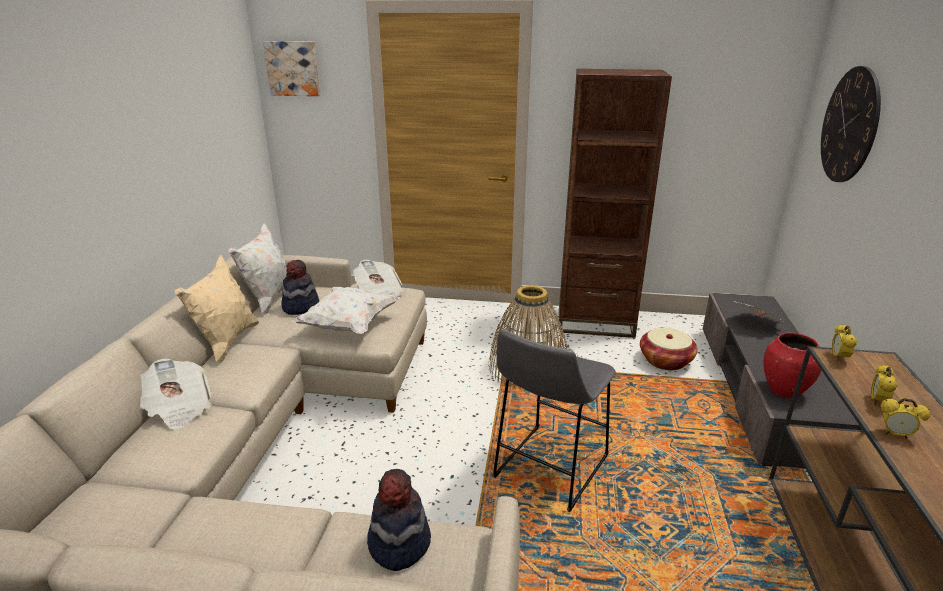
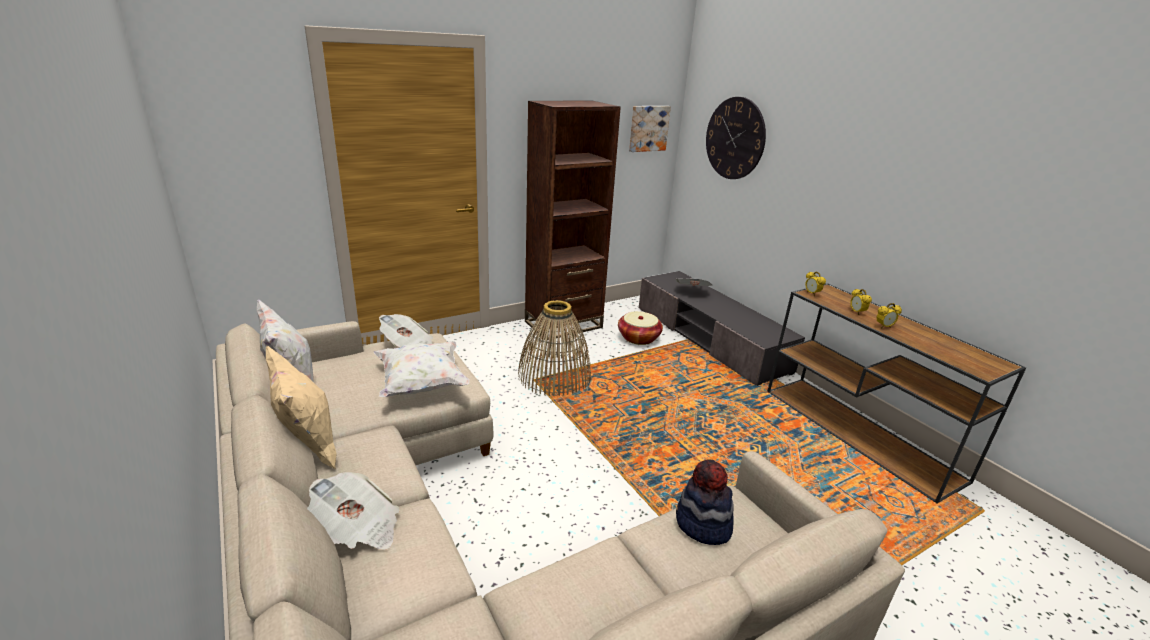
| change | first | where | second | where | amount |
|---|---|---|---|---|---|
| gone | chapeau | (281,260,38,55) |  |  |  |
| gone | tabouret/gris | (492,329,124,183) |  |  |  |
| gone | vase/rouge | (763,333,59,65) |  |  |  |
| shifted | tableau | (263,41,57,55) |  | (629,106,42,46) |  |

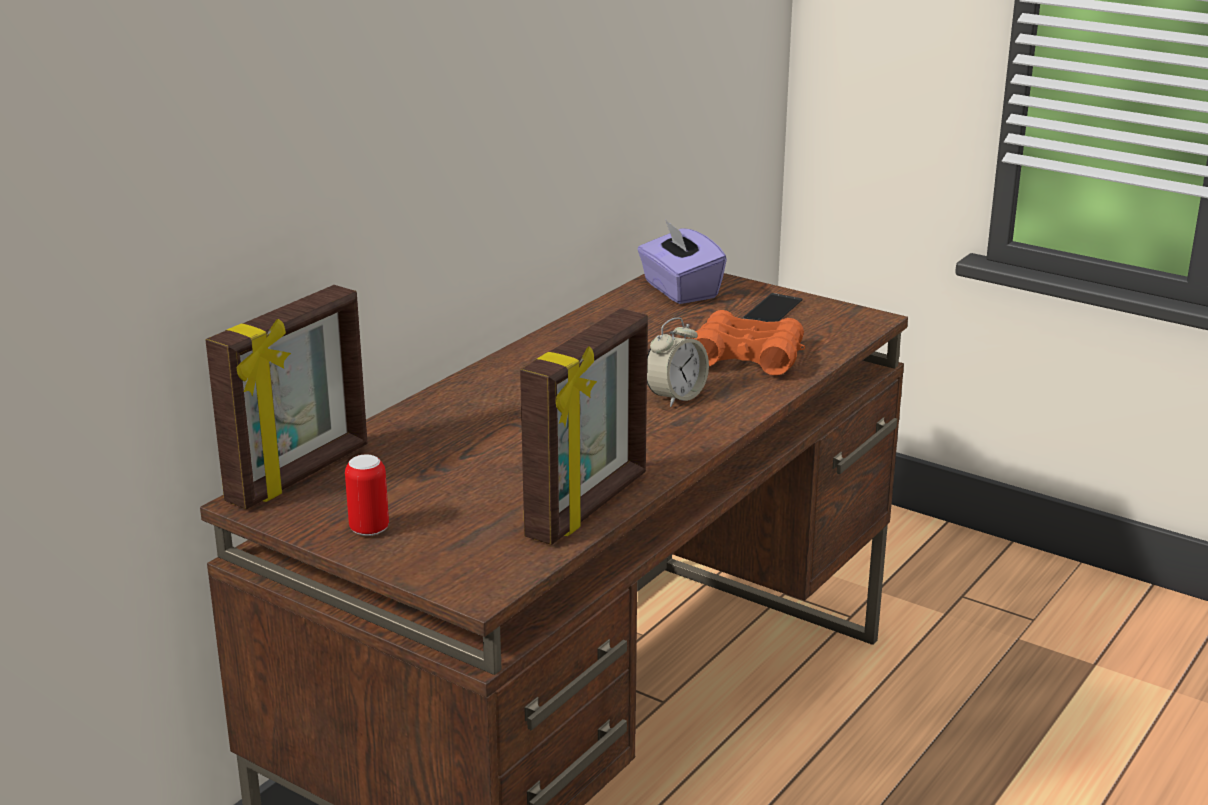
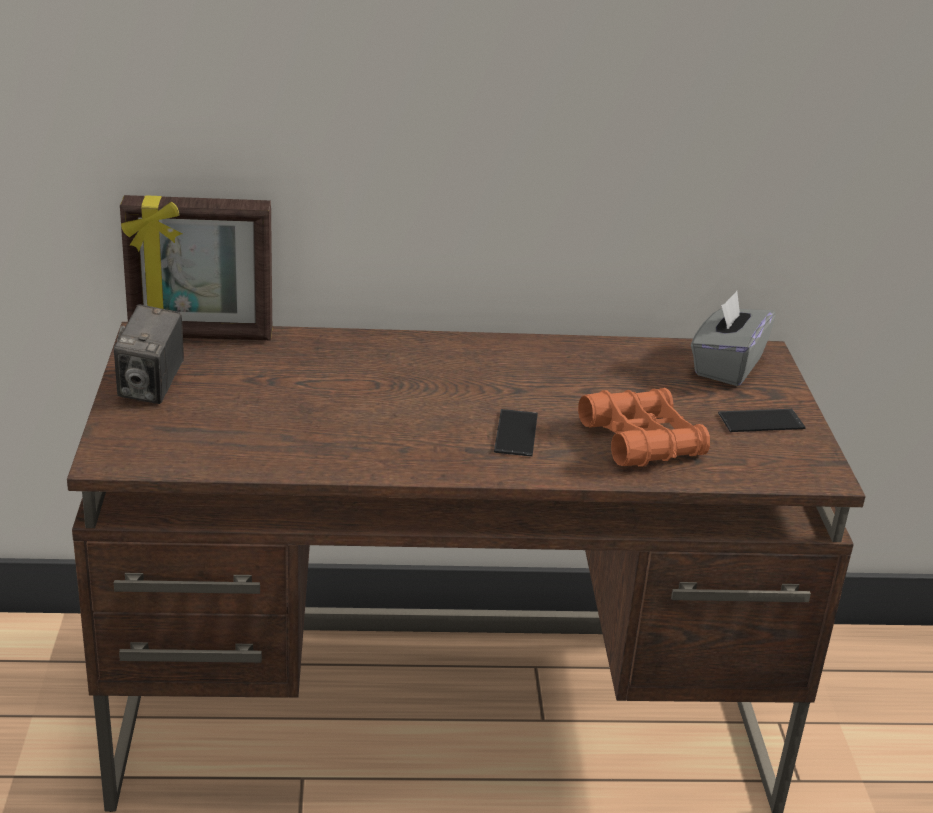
| change | first | where | second | where | amount |
|---|---|---|---|---|---|
| gone | cadre photo | (520,309,128,236) |  |  |  |
| swapped | boîte métallique | (345,455,44,81) | appareil photo | (114,304,70,100) |  |
| swapped | réveil | (647,318,62,89) | téléphone | (494,409,44,48) |  |
| repainted | boîte à mouchoirs/violet | (637,219,90,85) | boîte à mouchoirs/gris | (691,291,85,95) |  |

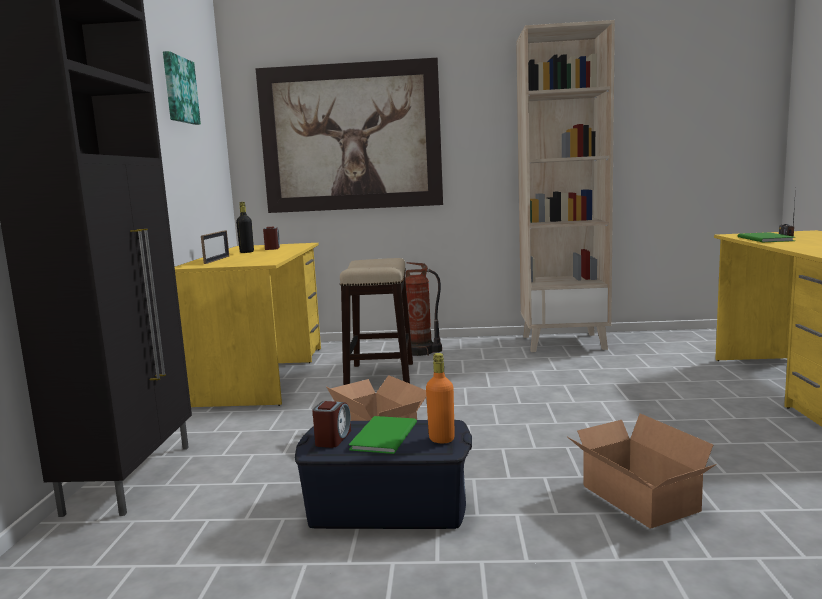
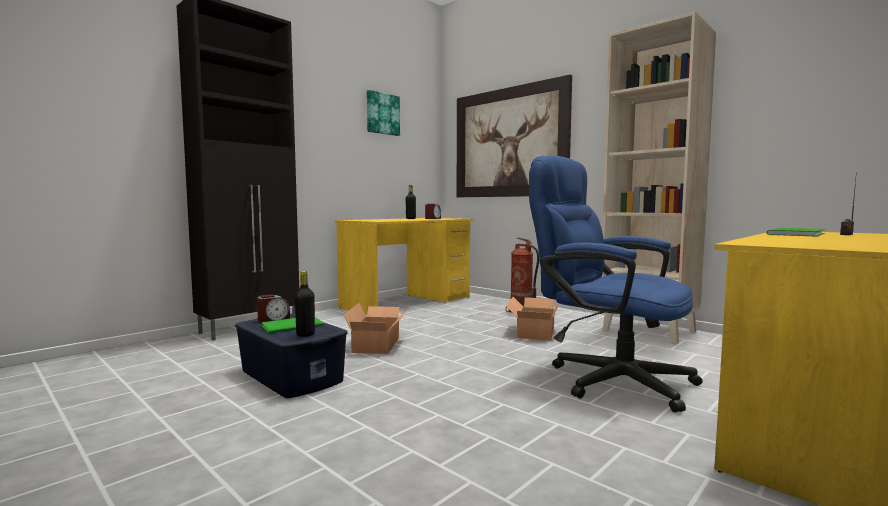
| change | first | where | second | where | amount |
|---|---|---|---|---|---|
| gone | cadre photo | (201,230,28,34) |  |  |  |
| gone | tabouret | (340,258,73,127) |  |  |  |
| new |  |  | chaise de bureau/bleu | (529,155,174,257) |  |
| shifted | carton | (568,413,149,116) |  | (506,297,54,44) |  |
| repainted | bouteille/orange | (426,353,29,90) | bouteille/noir | (295,271,20,66) |  |

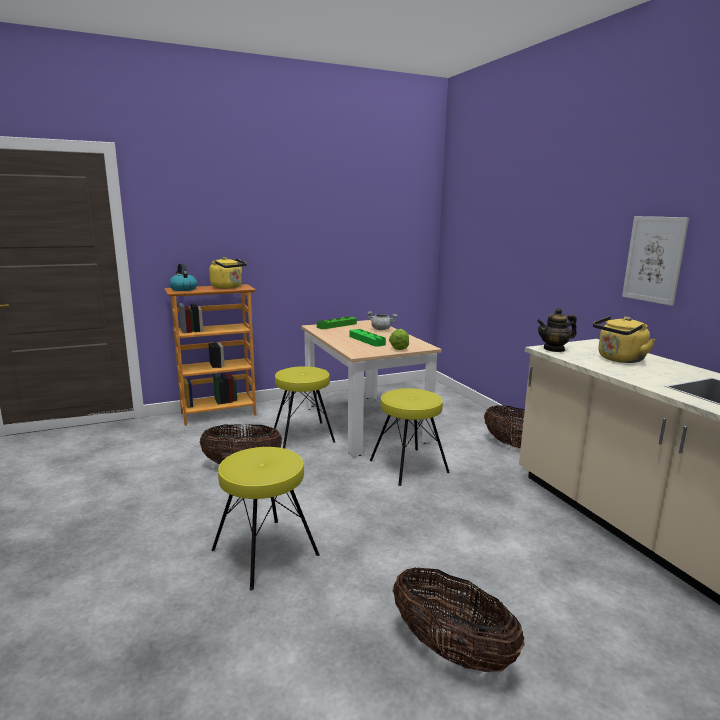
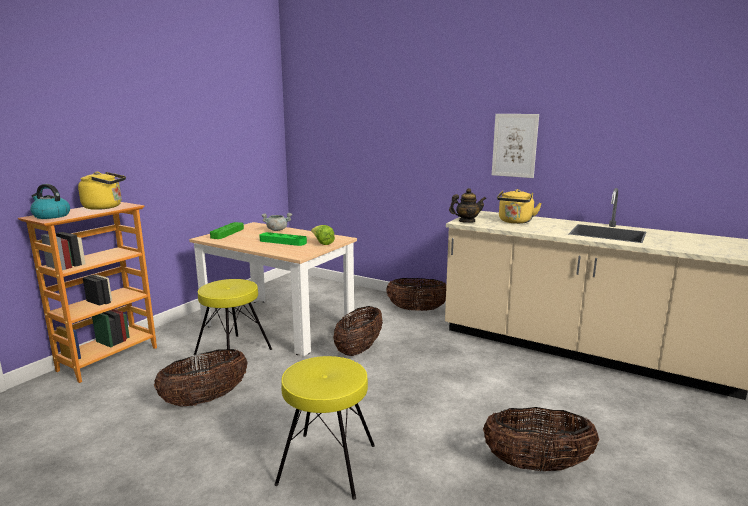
| change | first | where | second | where | amount |
|---|---|---|---|---|---|
| swapped | tabouret/jaune | (370,388,80,98) | panier | (333,306,50,50) |  |
| rotated | théière | (537,308,40,44) |  | (449,188,37,35) | 135 degrees counterclockwise |

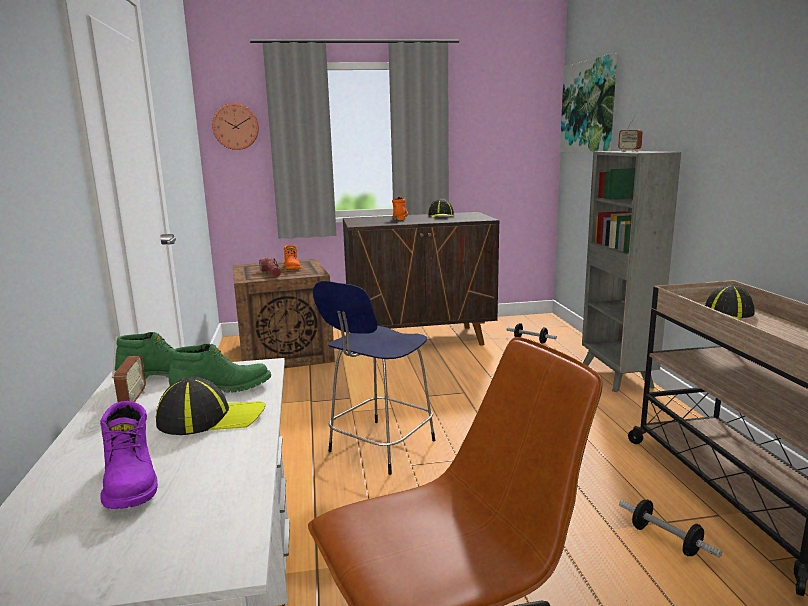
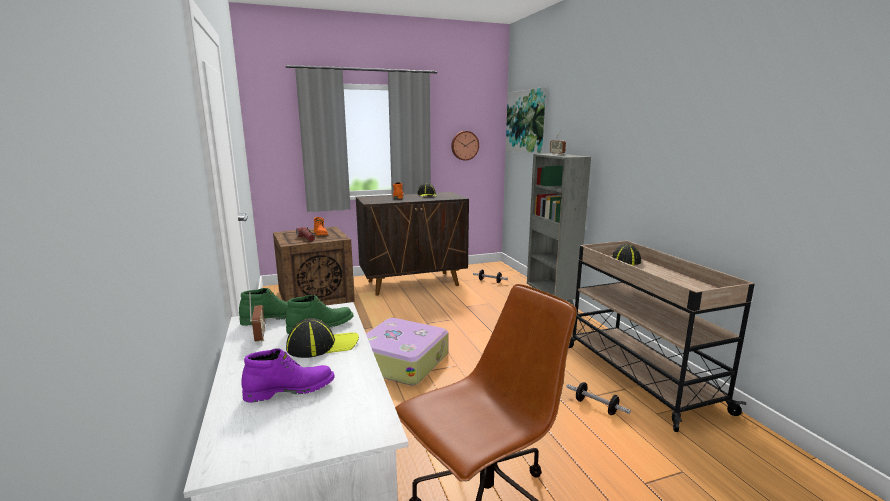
| change | first | where | second | where | amount |
|---|---|---|---|---|---|
| shifted | horloge murale | (212,103,47,47) |  | (451,131,28,30) |  |
| swapped | tabouret/bleu | (313,281,122,194) | valise | (366,318,82,67) |  |
| rotated | botte/violet | (100,401,58,108) |  | (241,348,94,55) | 75 degrees counterclockwise |

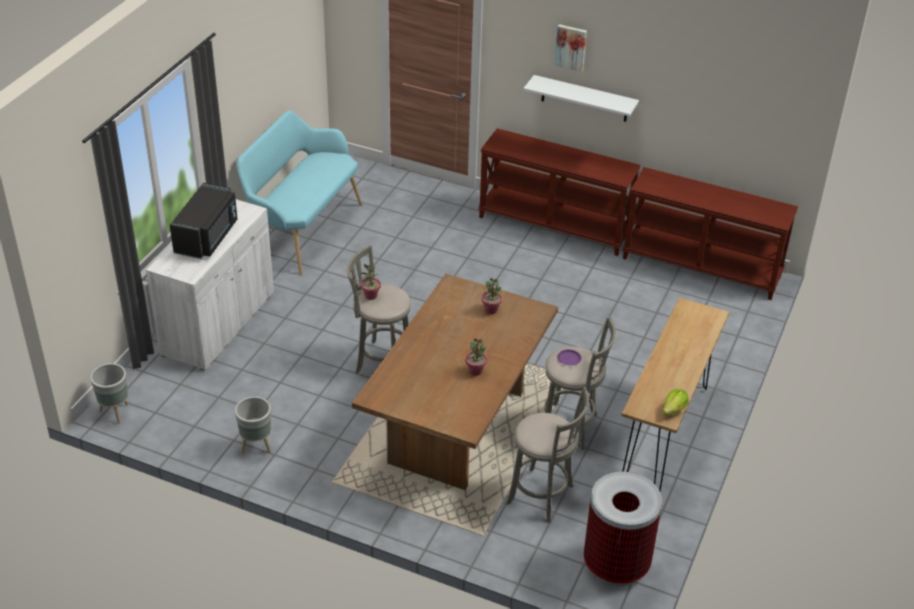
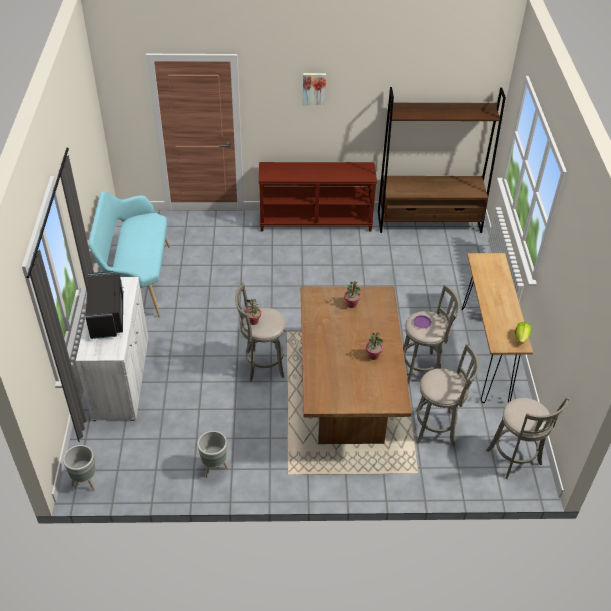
| change | first | where | second | where | amount |
|---|---|---|---|---|---|
| gone | étagère/blanc | (523,75,116,47) |  |  |  |
| swapped | poubelle | (584,472,78,115) | tabouret/gris | (486,397,83,82) |  |
| swapped | table console/marron | (623,167,175,133) | bibliothèque/marron | (378,87,128,146) |  |

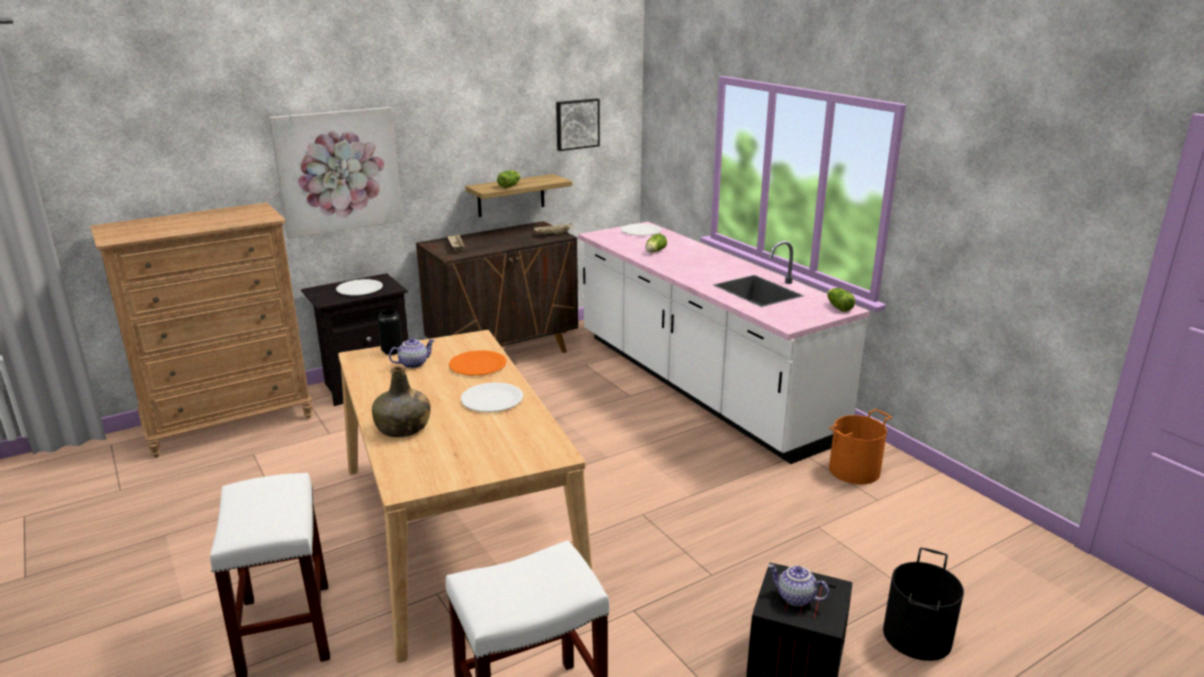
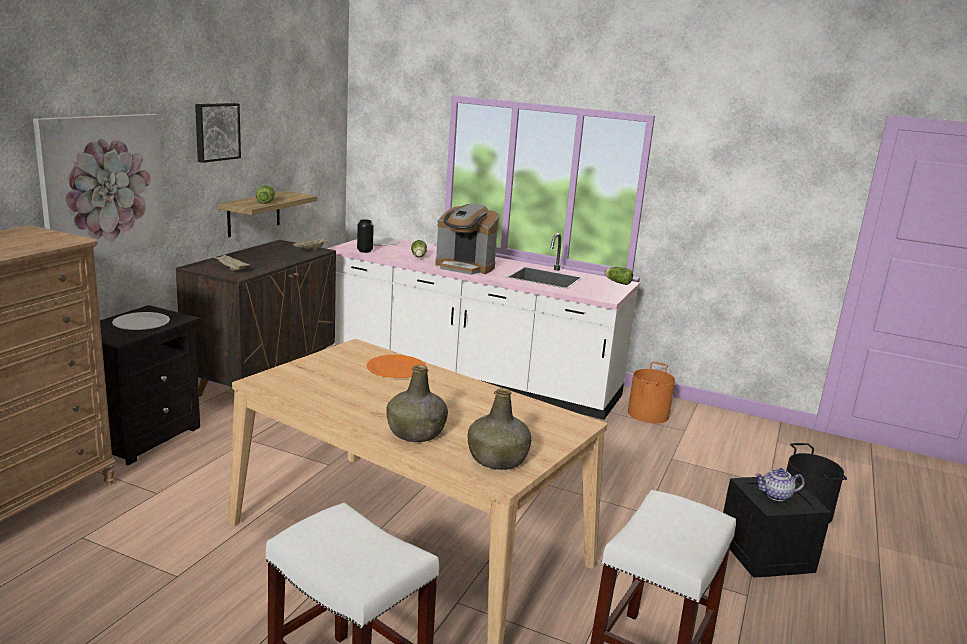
| change | first | where | second | where | amount |
|---|---|---|---|---|---|
| gone | théière | (389,338,46,30) |  |  |  |
| gone | assiette/blanc | (461,382,62,30) |  |  |  |
| new |  |  | machine à café | (435,204,64,71) |  |
| new |  |  | bouteille/vert | (468,388,63,82) |  |
| shifted | vase/noir | (378,309,25,46) |  | (357,219,17,34) |  |
| shifted | tableau | (556,98,44,53) |  | (195,103,46,60) |  |

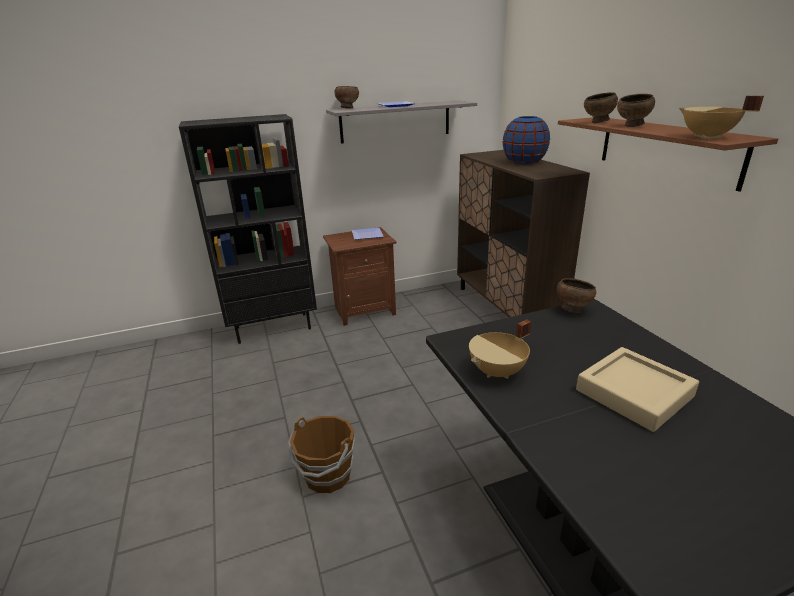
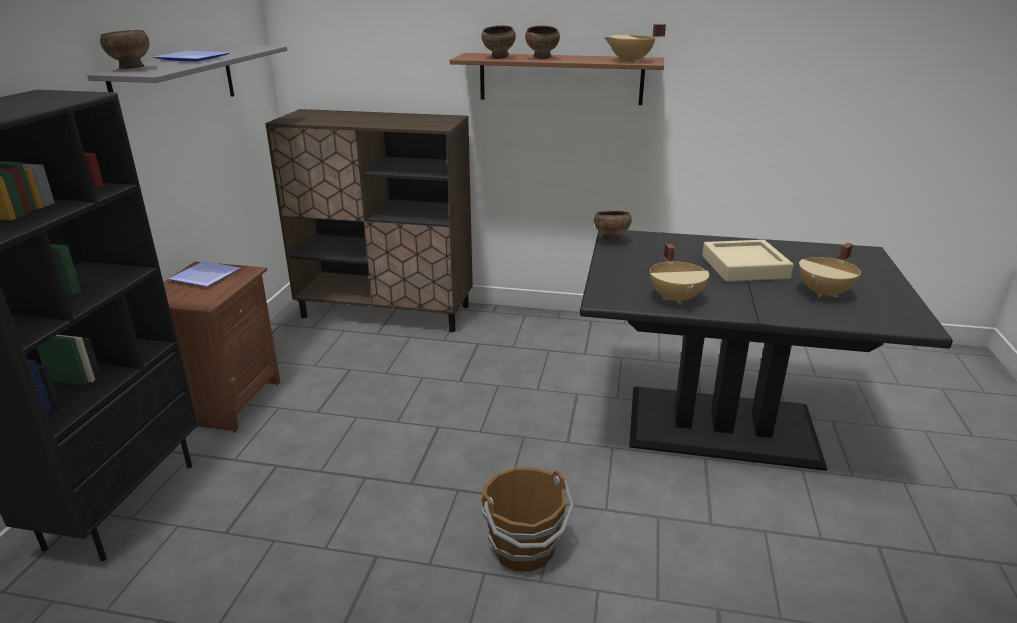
| change | first | where | second | where | amount |
|---|---|---|---|---|---|
| gone | vase/bleu | (503,116,47,48) |  |  |  |
| new |  |  | marmite/beige | (799,243,62,55) |  |

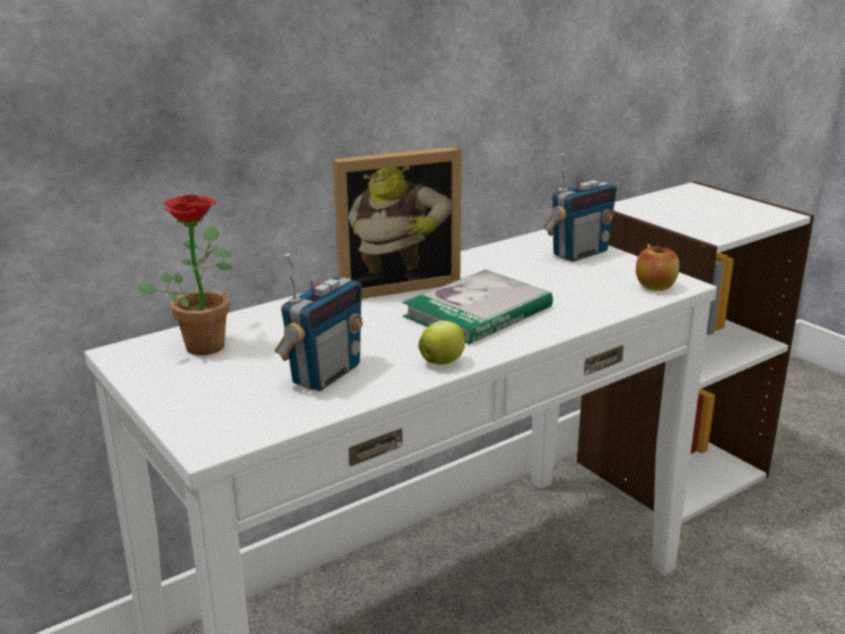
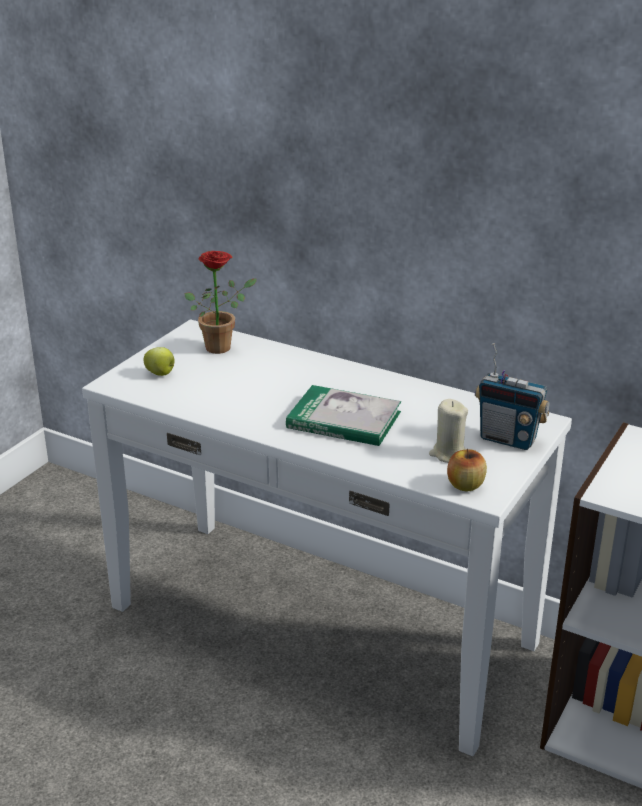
| change | first | where | second | where | amount |
|---|---|---|---|---|---|
| gone | radio | (275,253,87,138) |  |  |  |
| gone | cadre photo | (333,147,129,152) |  |  |  |
| new |  |  | bougie/beige | (429,399,39,64) |  |
| shifted | pomme | (419,321,46,43) |  | (143,347,31,29) |  |

